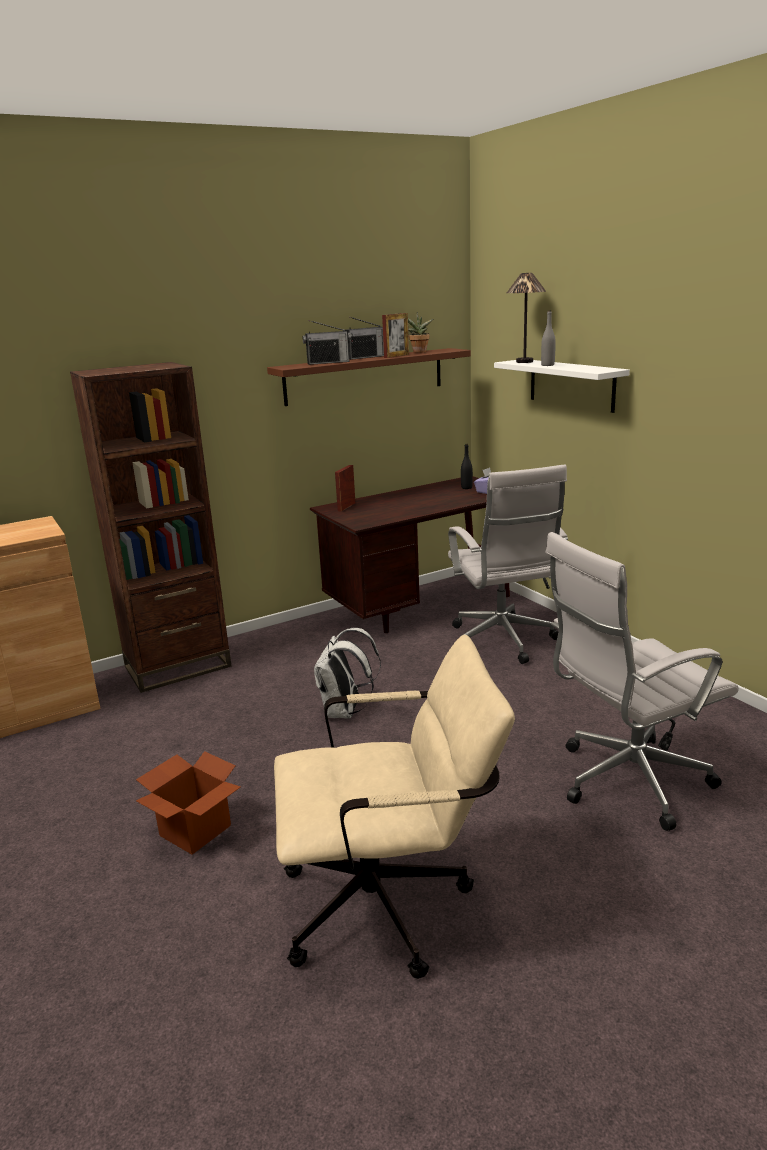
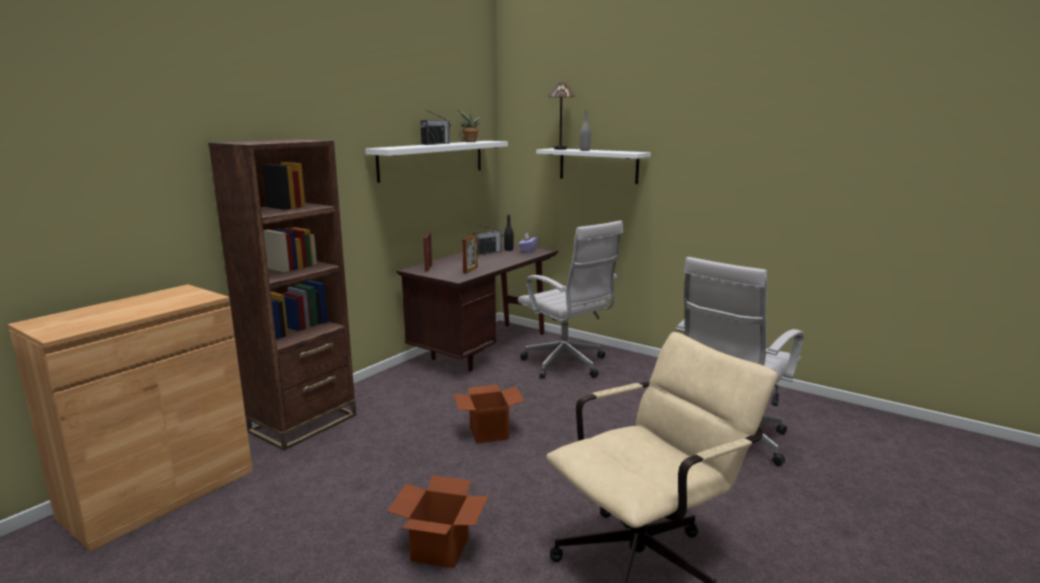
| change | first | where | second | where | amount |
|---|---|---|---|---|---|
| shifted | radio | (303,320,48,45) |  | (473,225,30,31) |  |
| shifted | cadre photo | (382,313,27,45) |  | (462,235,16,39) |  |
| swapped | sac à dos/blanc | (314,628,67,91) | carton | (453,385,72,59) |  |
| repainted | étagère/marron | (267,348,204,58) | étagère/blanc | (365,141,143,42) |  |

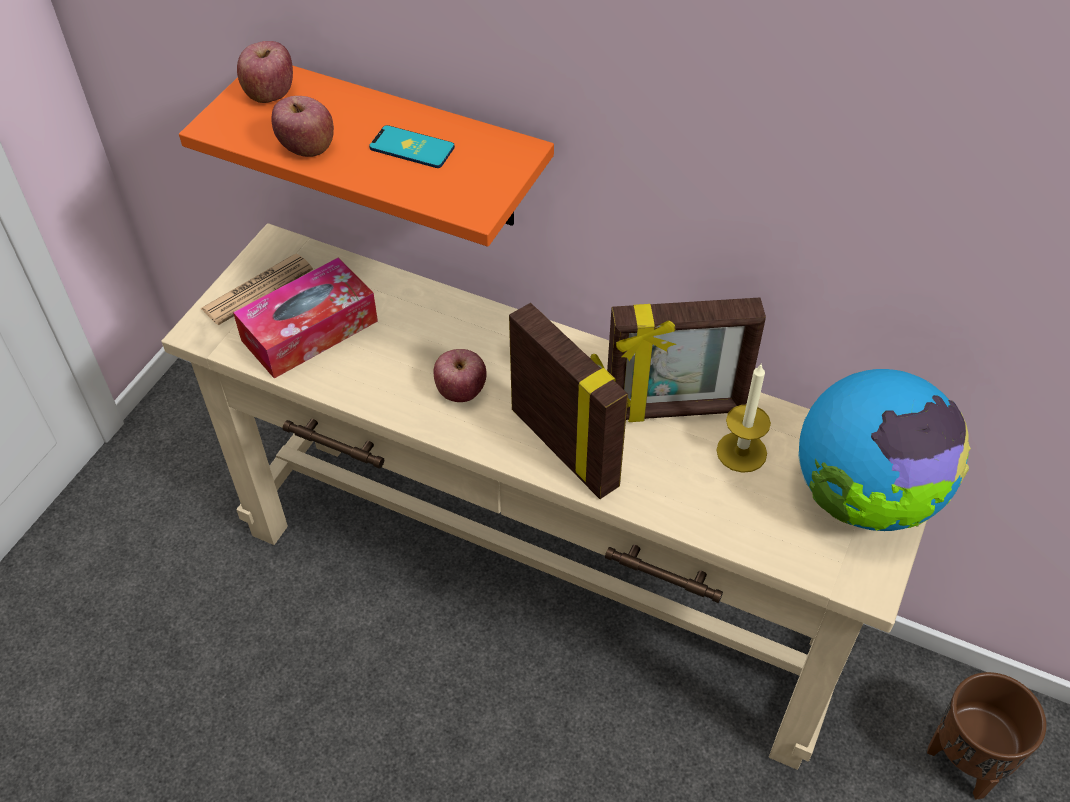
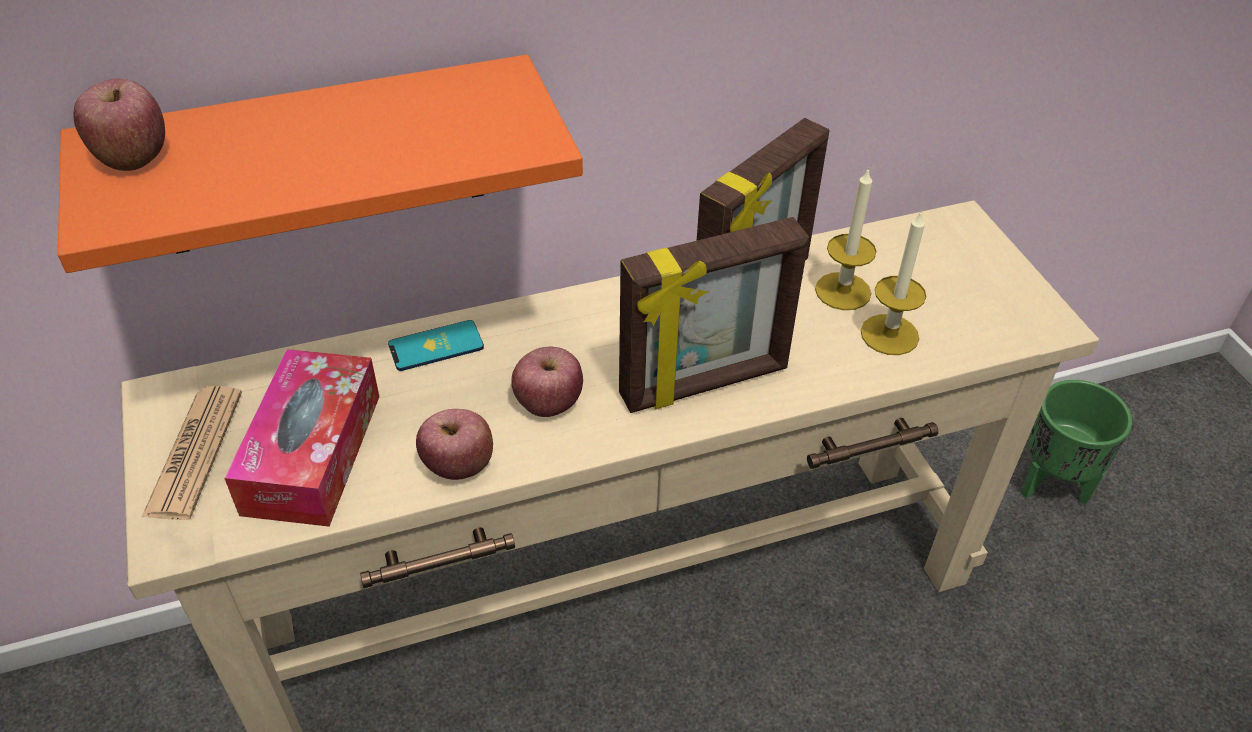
| change | first | where | second | where | amount |
|---|---|---|---|---|---|
| gone | globe | (798,369,173,162) |  |  |  |
| new |  |  | bougie | (861,210,66,145) |  |
| shifted | pomme | (271,96,63,61) |  | (416,409,77,71) |  |
| shifted | téléphone | (369,125,86,43) |  | (388,320,96,51) |  |
| repainted | cache-pot/marron | (927,672,119,128) | cache-pot/vert | (1021,380,111,125) |  |
| rotated | cadre photo | (509,303,122,196) |  | (619,217,190,196) | 150 degrees clockwise |

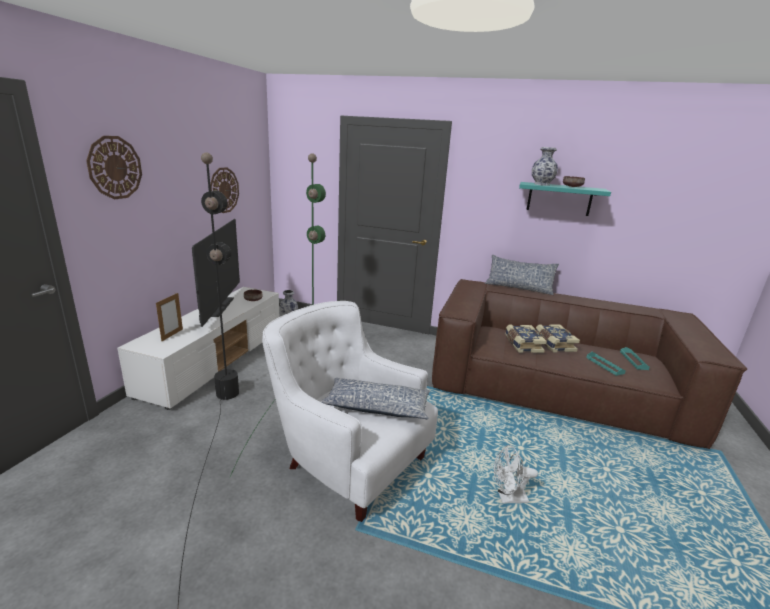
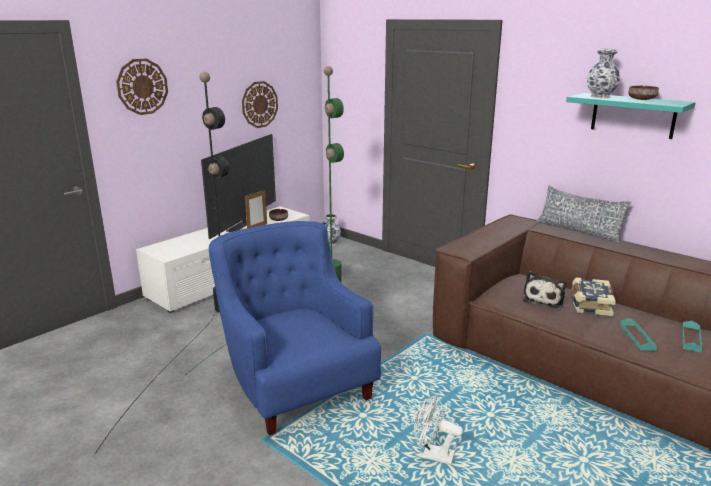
| change | first | where | second | where | amount |
|---|---|---|---|---|---|
| gone | coussin | (320,378,110,41) |  |  |  |
| shifted | cadre photo | (156,293,27,48) |  | (245,190,22,38) |  |
| swapped | livre | (505,325,42,28) | peluche | (523,271,43,37) |  |
| repainted | fauteuil/blanc | (262,301,176,221) | fauteuil/bleu | (209,221,172,214) |  |

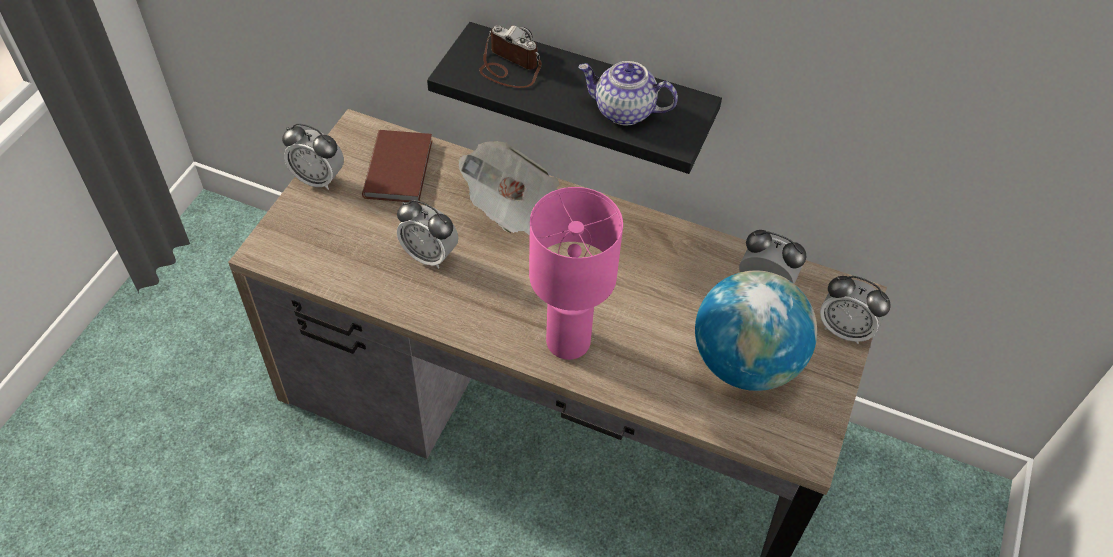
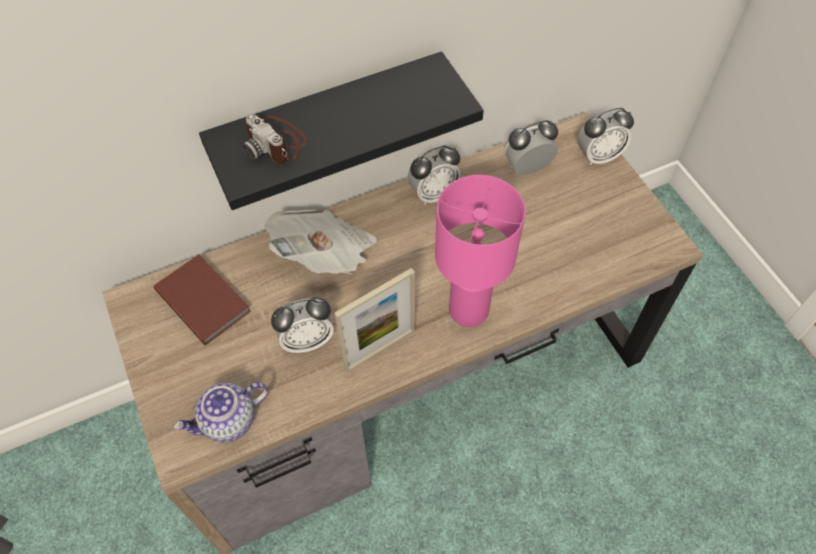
| change | first | where | second | where | amount |
|---|---|---|---|---|---|
| gone | globe | (695,270,122,121) |  |  |  |
| new |  |  | cadre photo | (334,268,81,104) |  |
| shifted | réveil | (282,123,62,67) |  | (408,145,53,60) |  |
| shifted | théière | (578,61,100,64) |  | (174,382,95,61) |  |
| rotated | appareil photo | (479,25,63,63) |  | (243,114,64,49) | 120 degrees counterclockwise |

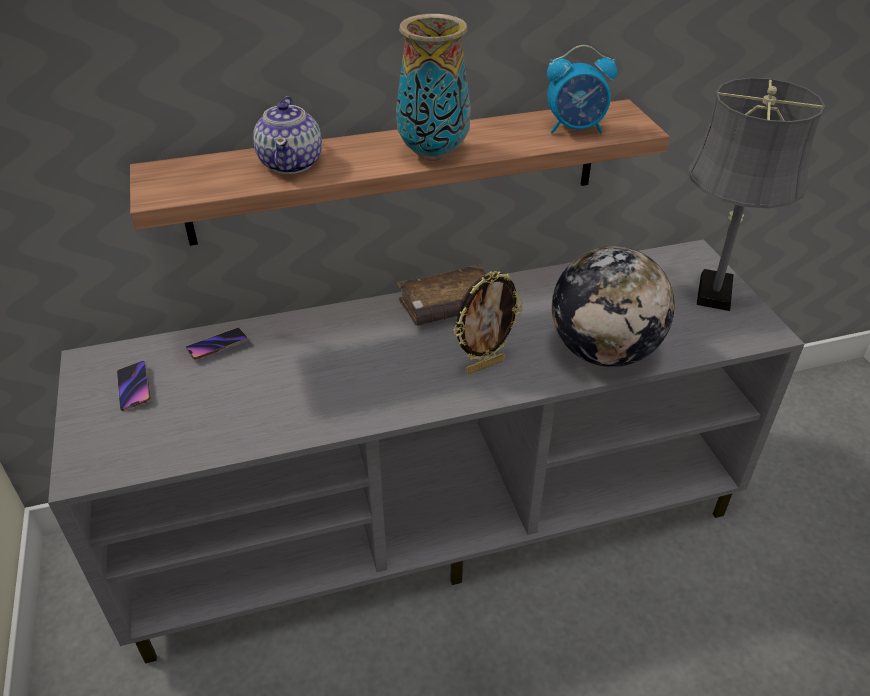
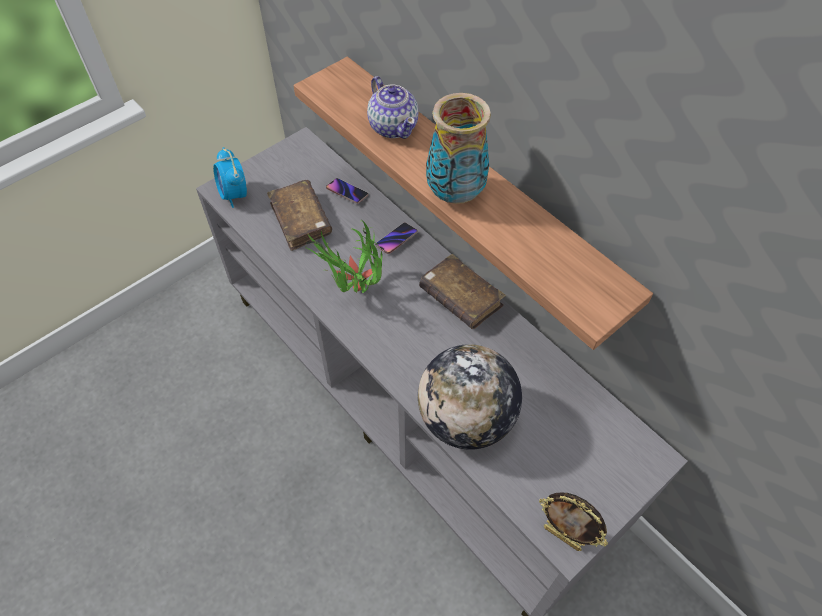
| change | first | where | second | where | amount |
|---|---|---|---|---|---|
| gone | lampe de table/gris | (688,78,137,233) |  |  |  |
| new |  |  | livre/marron | (267,180,65,71) |  |
| new |  |  | plante en pot | (305,220,78,73) |  |
| shifted | téléphone | (117,361,34,50) |  | (375,222,43,32) |  |
| shifted | cadre photo | (453,271,70,103) |  | (539,492,69,59) |  |
| shifted | réveil | (547,45,70,89) |  | (213,147,34,61) |  |
| rotated | théière | (253,96,69,78) |  | (367,76,51,63) | 90 degrees counterclockwise |

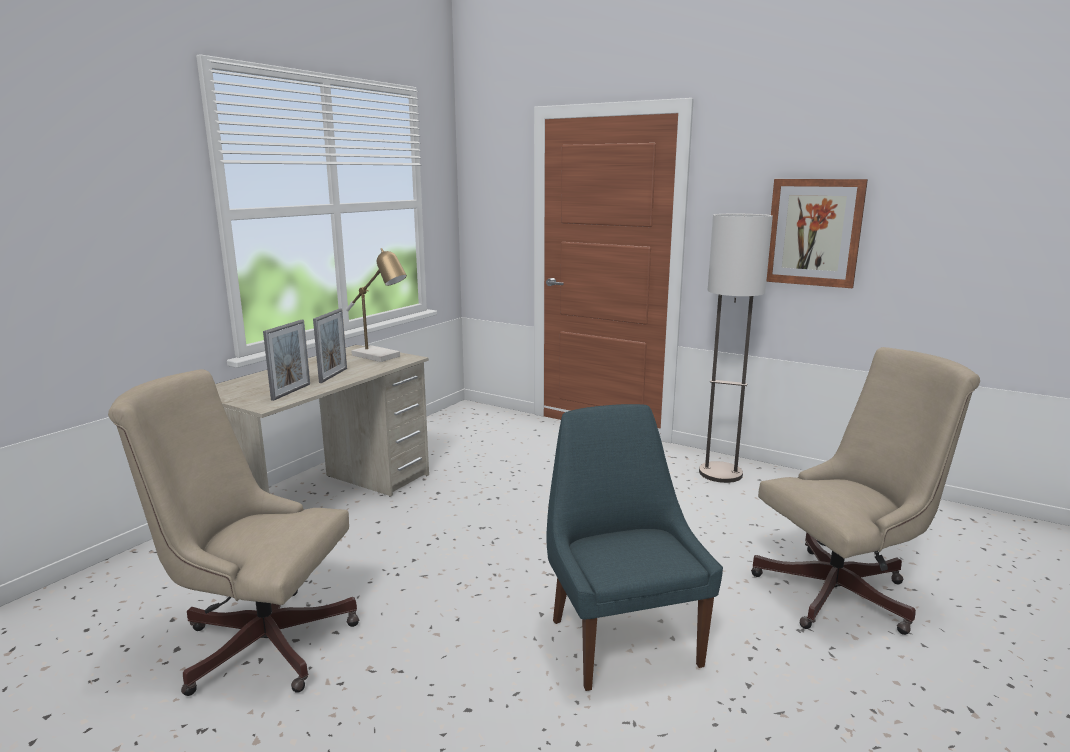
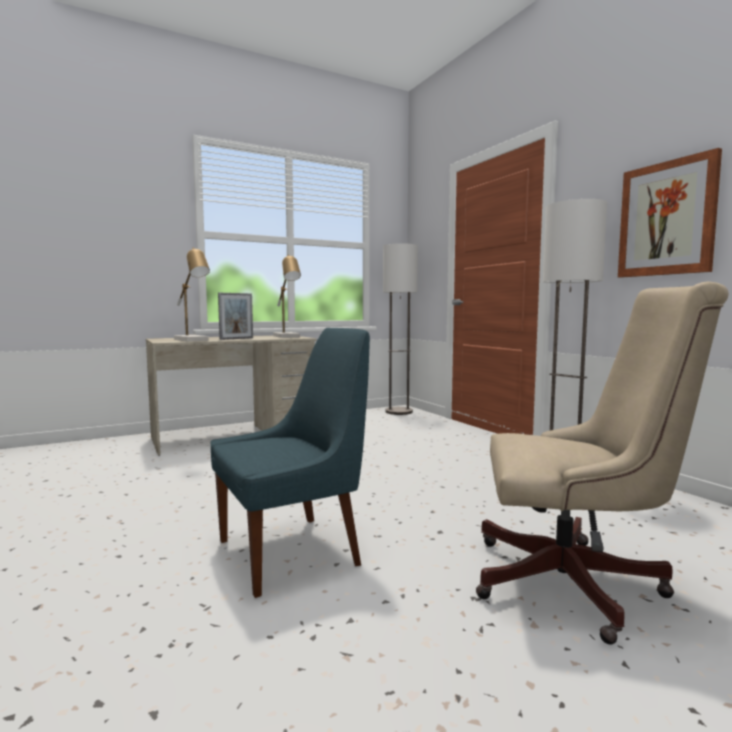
| change | first | where | second | where | amount |
|---|---|---|---|---|---|
| gone | chaise de bureau/beige | (108,369,251,327) |  |  |  |
| new |  |  | lampadaire | (383,243,35,172) |  |
| swapped | cadre photo | (263,320,47,81) | lampe de table | (174,247,36,95) |  |
| rotated | chaise/bleu | (547,404,176,287) |  | (211,328,159,270) | 45 degrees clockwise |

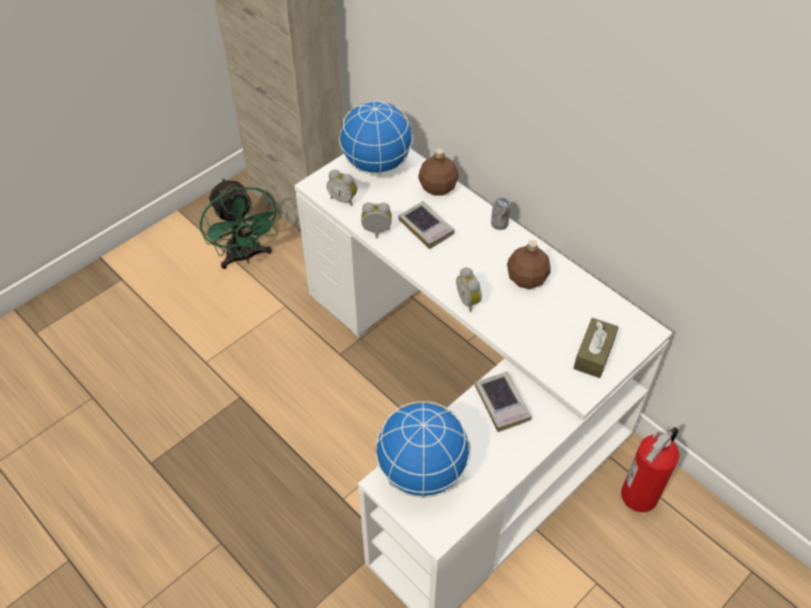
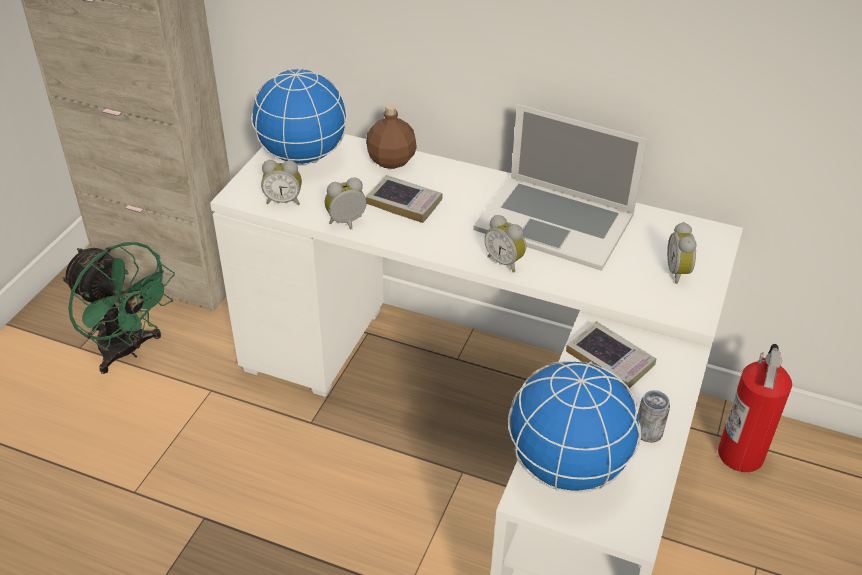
| change | first | where | second | where | amount |
|---|---|---|---|---|---|
| shifted | boîte métallique | (491,197,20,33) |  | (638,390,32,53) |  |
| swapped | bouteille/marron | (507,240,44,49) | ordinateur portable | (473,104,175,167) |  |
| swapped | boîte à mouchoirs/marron | (573,318,46,60) | réveil | (667,222,29,62) |  |

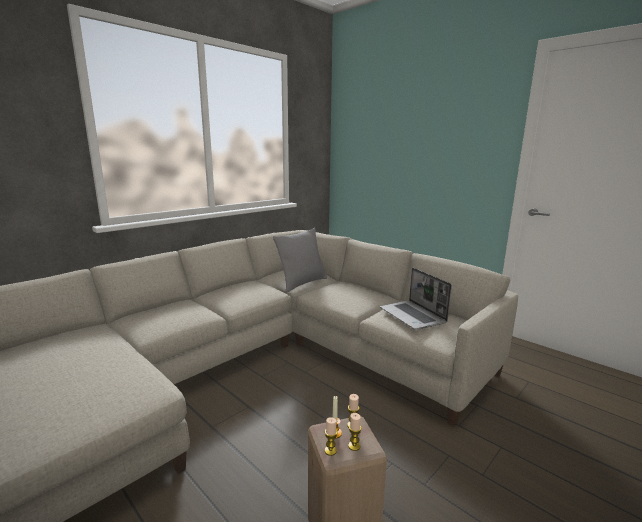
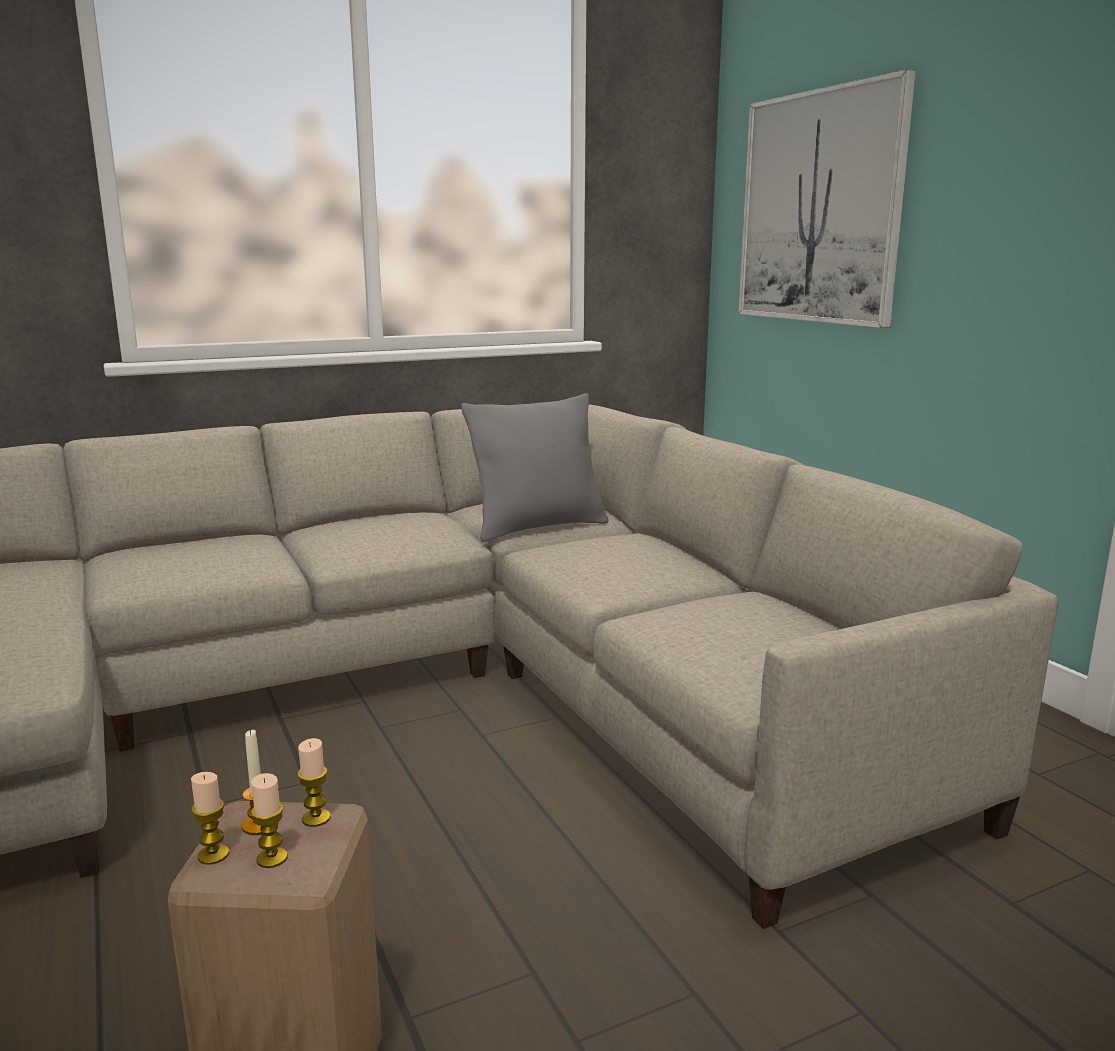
| change | first | where | second | where | amount |
|---|---|---|---|---|---|
| gone | ordinateur portable | (380,268,72,62) |  |  |  |
| new |  |  | tableau | (738,69,178,259) |  |

